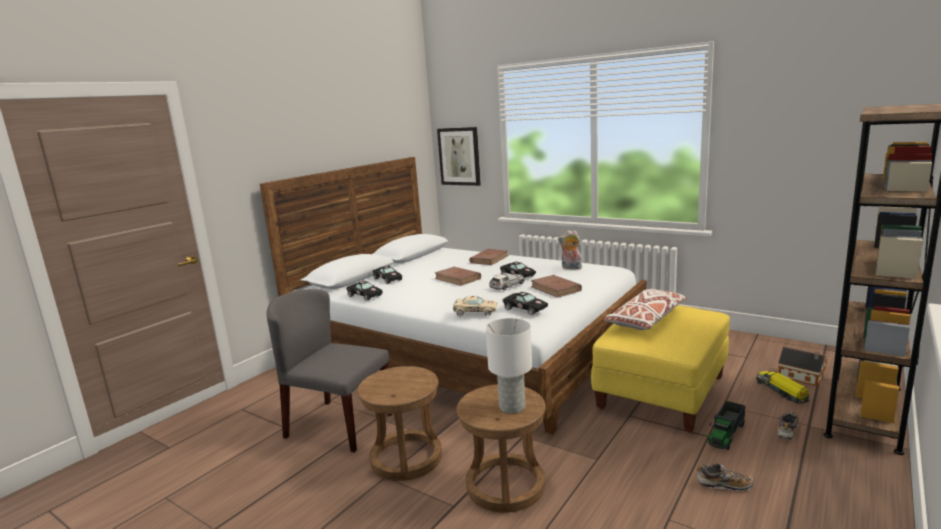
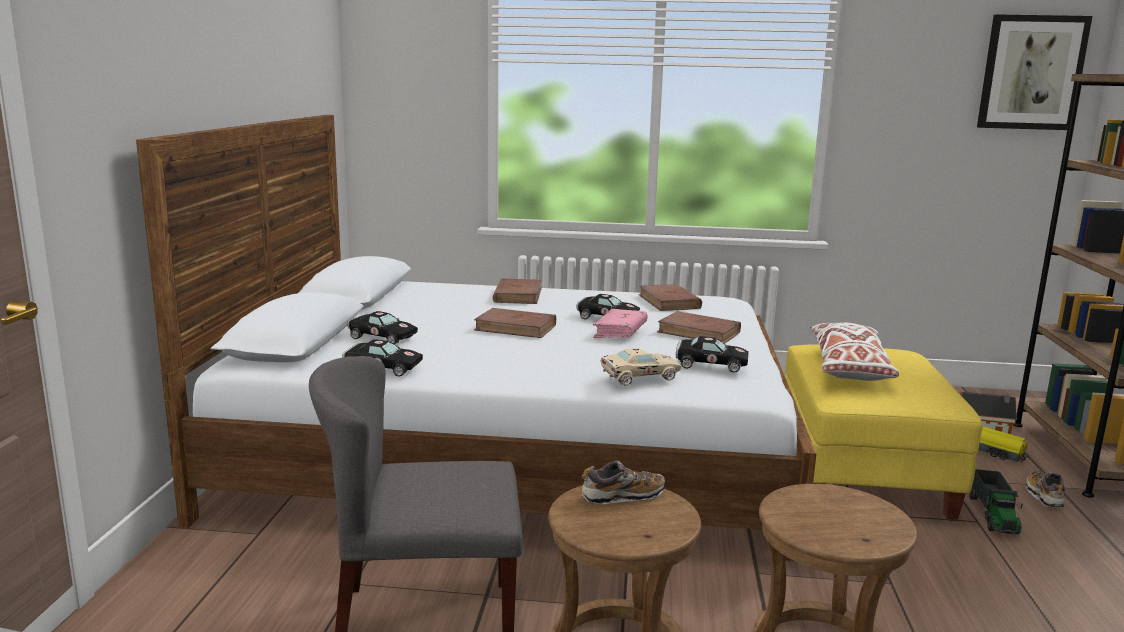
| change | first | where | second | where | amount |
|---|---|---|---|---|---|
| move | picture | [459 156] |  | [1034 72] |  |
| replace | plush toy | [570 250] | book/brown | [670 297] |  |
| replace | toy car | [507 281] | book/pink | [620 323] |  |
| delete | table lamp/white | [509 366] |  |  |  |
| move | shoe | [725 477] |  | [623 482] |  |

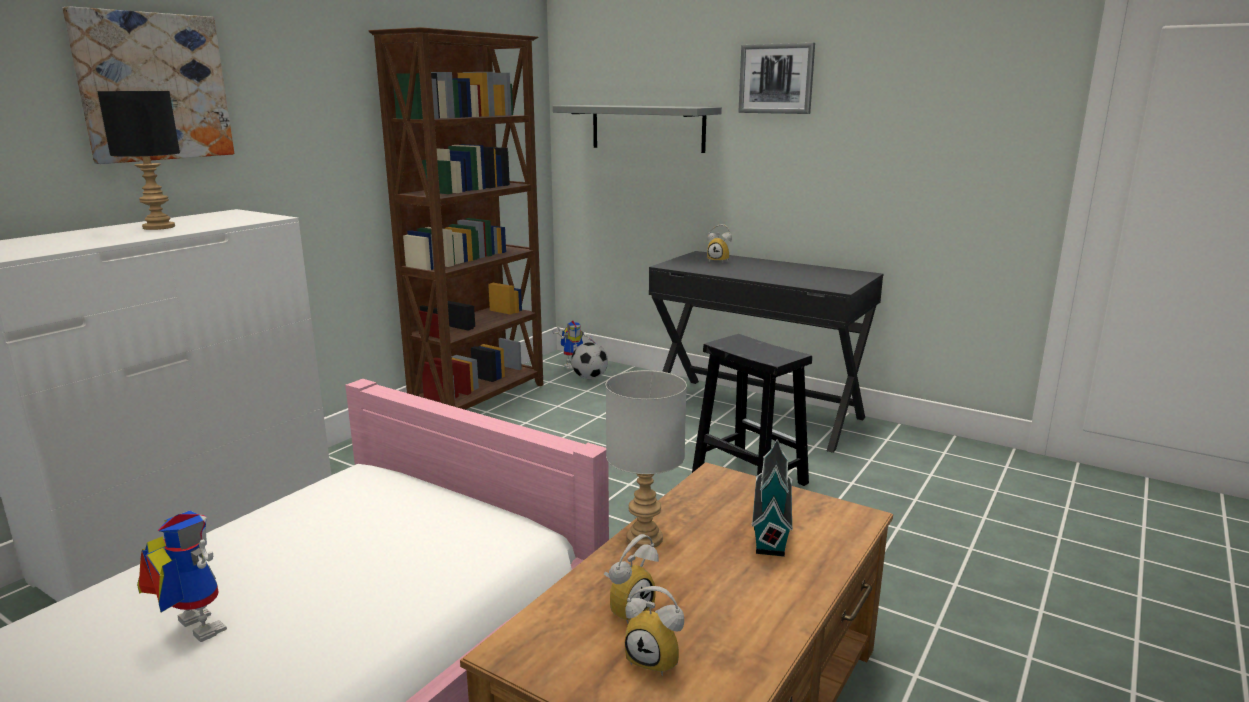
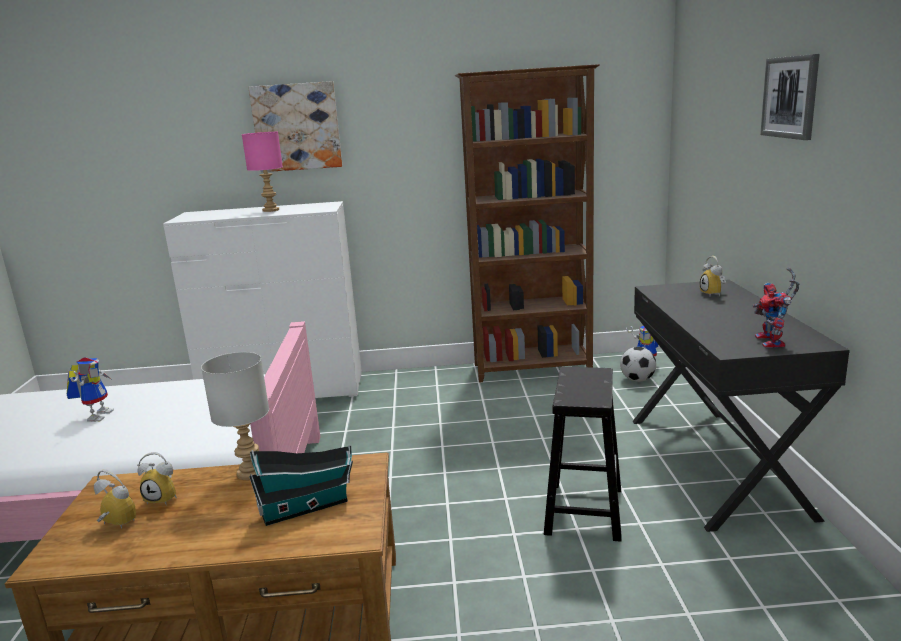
| change | first | where | second | where | amount |
|---|---|---|---|---|---|
| recolor | table lamp/black | [138 160] | table lamp/pink | [262 172] |  |
| delete | shelf/grey | [637 129] |  |  |  |
| rotate | alarm clock | [654 631] |  | [115 499] | 120 degrees clockwise |
| insert |  |  | toy robot | [775 307] |  |

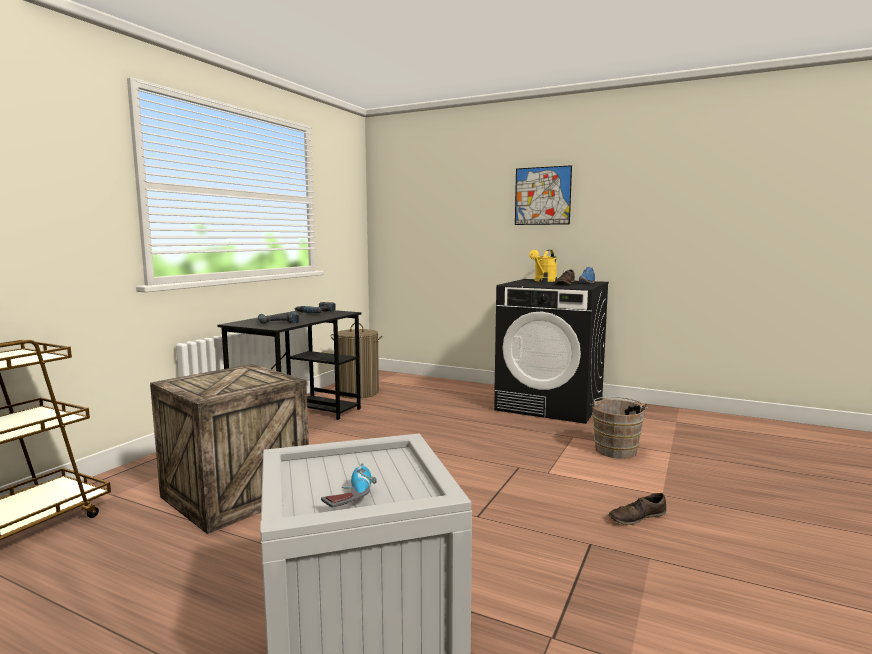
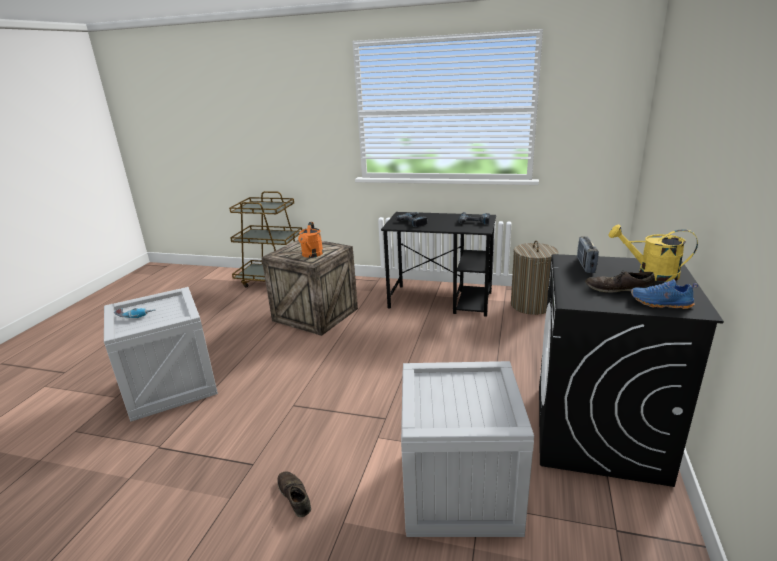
| change | first | where | second | where | amount |
|---|---|---|---|---|---|
| delete | picture | [543 195] |  |  |  |
| replace | bucket/brown | [619 428] | crate | [467 449] |  |
| insert |  |  | watering can/orange | [311 240] |  |
| insert |  |  | radio | [588 254] |  |

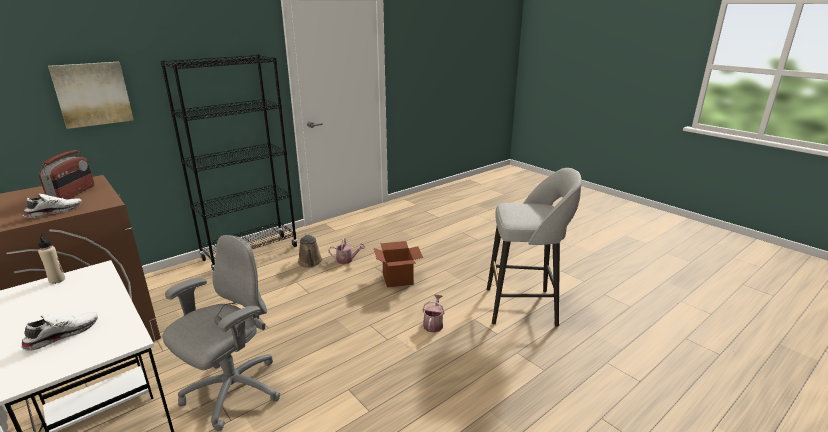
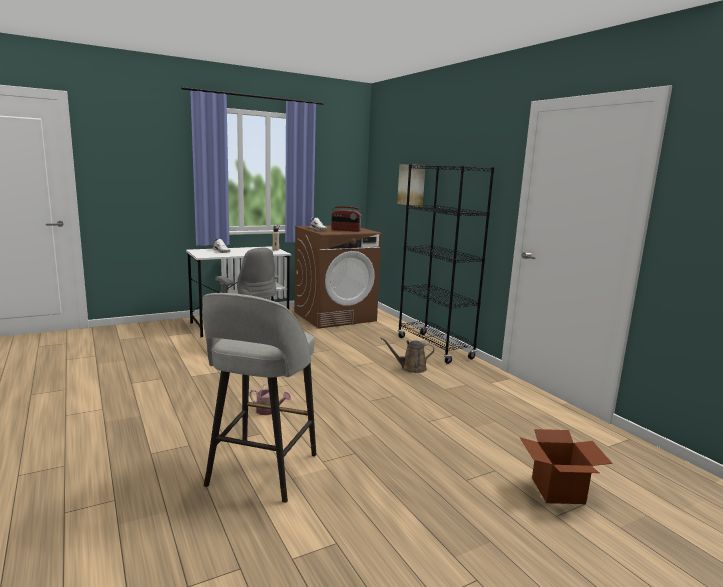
| change | first | where | second | where | amount |
|---|---|---|---|---|---|
| delete | watering can | [347 251] |  |  |  |
| move | cardboard box | [398 264] |  | [566 466] |  |

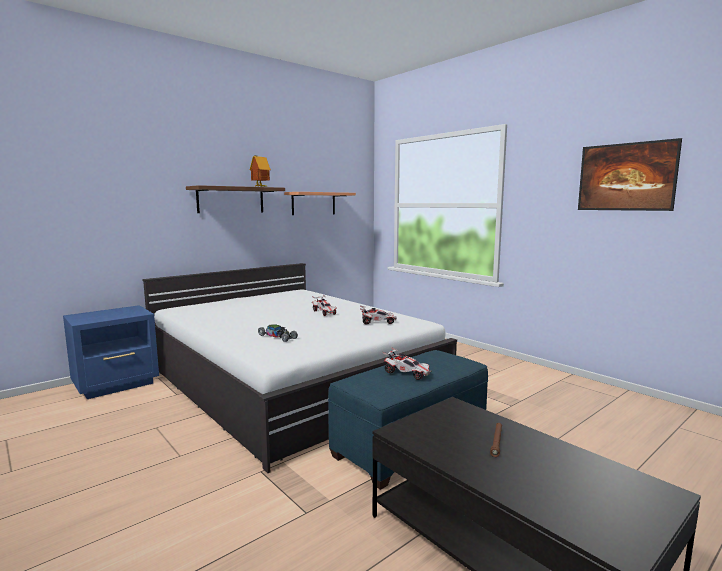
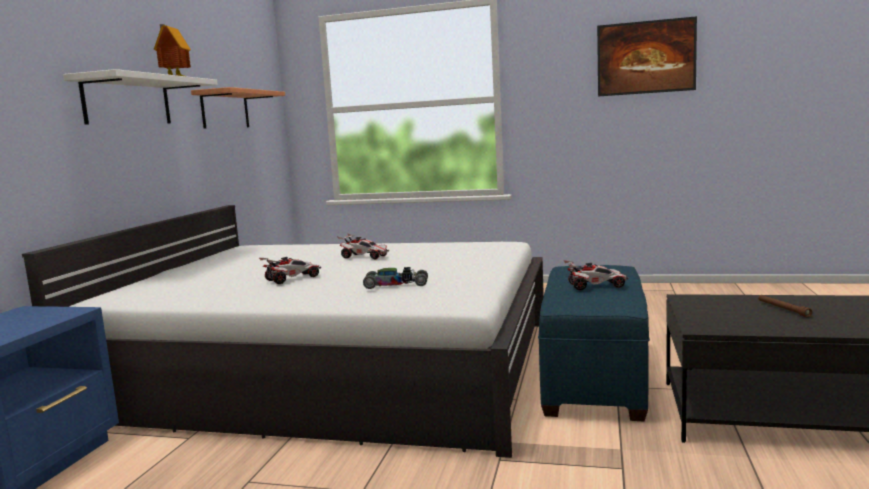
| change | first | where | second | where | amount |
|---|---|---|---|---|---|
| recolor | shelf/brown | [235 199] | shelf/white | [140 97] |  |
| move | toy car | [378 314] |  | [290 270] |  |

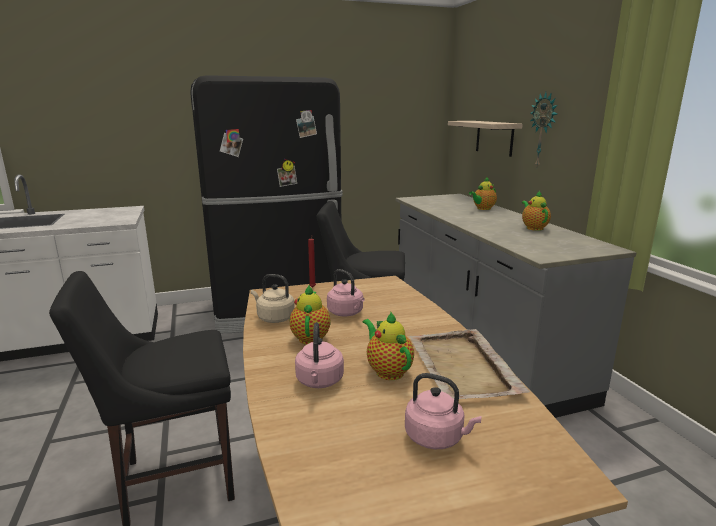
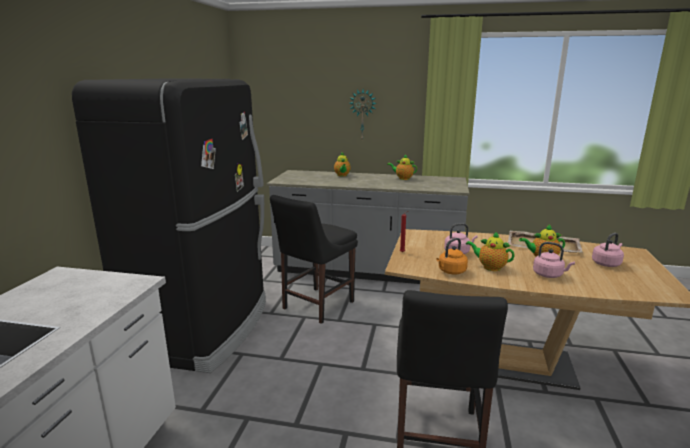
| change | first | where | second | where | amount |
|---|---|---|---|---|---|
| delete | shelf | [485 139] |  |  |  |
| recolor | kettle/beige | [273 298] | kettle/orange | [452 256] |  |

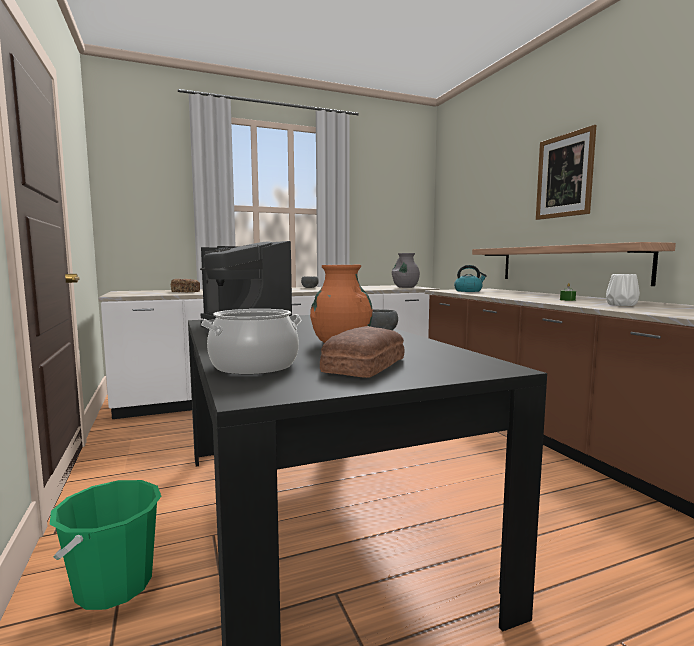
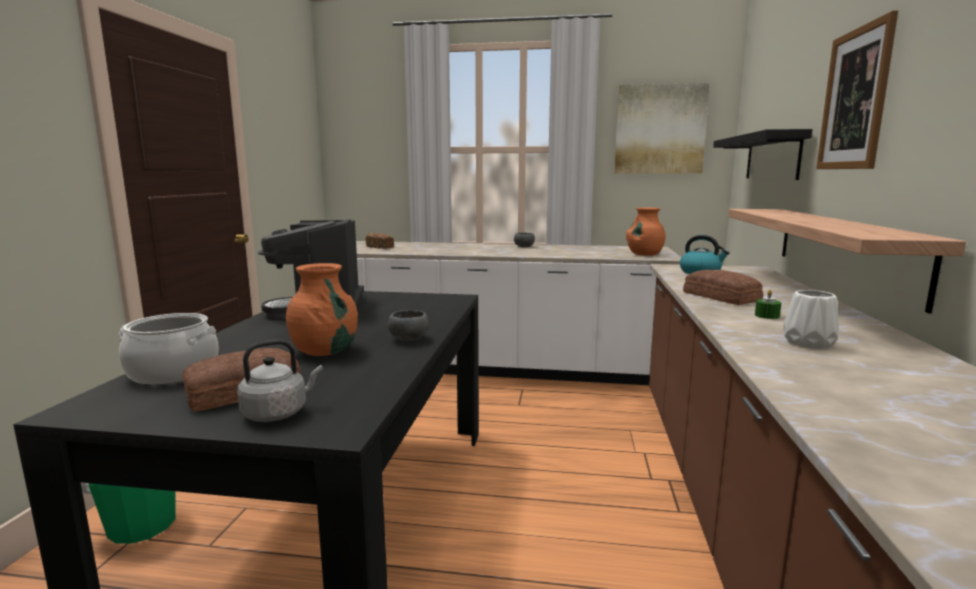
| change | first | where | second | where | amount |
|---|---|---|---|---|---|
| recolor | vase/grey | [406 270] | vase/orange | [645 231] |  |
| insert |  |  | picture | [662 128] |  |
| insert |  |  | shelf/black | [762 154] |  |
| insert |  |  | bread | [723 287] |  |
| insert |  |  | kettle/grey | [280 380] |  |

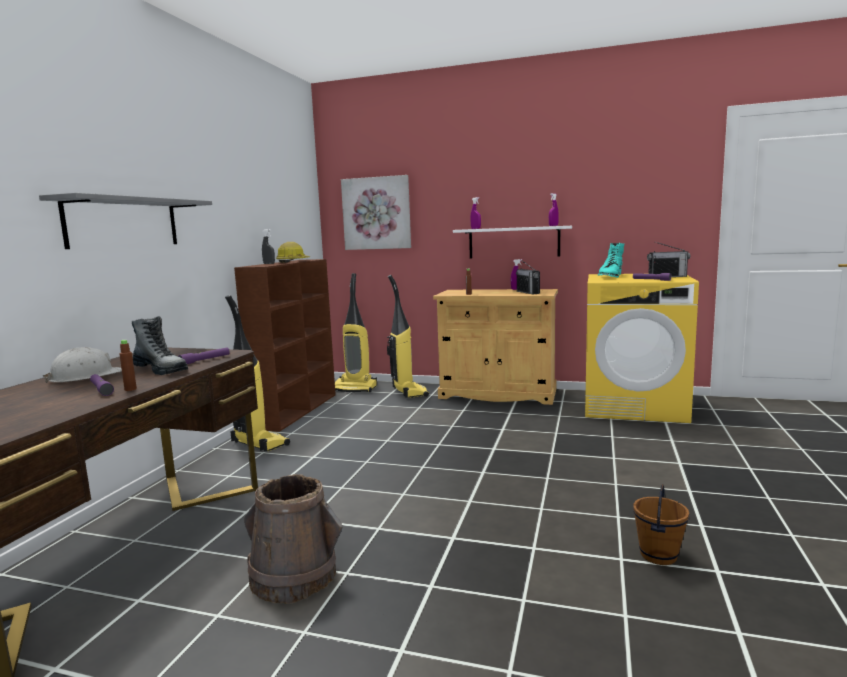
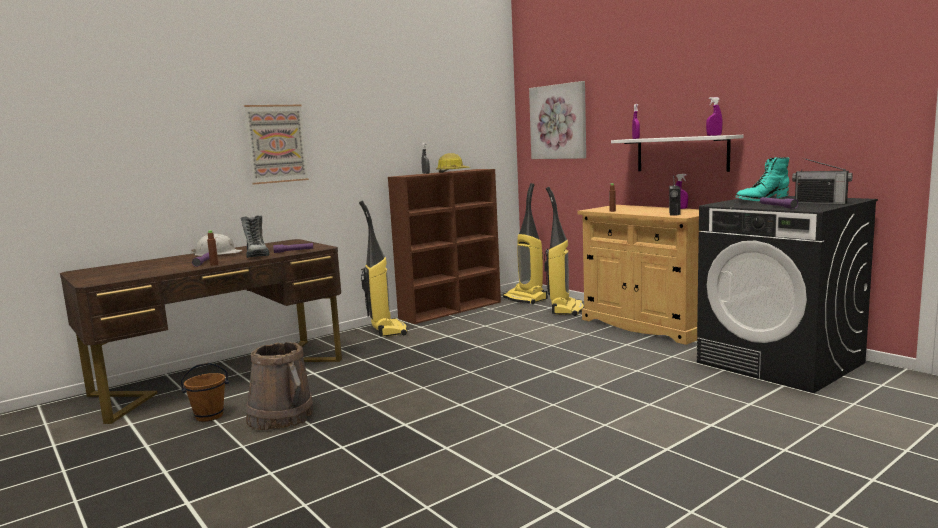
| change | first | where | second | where | amount |
|---|---|---|---|---|---|
| replace | shelf/grey | [125 221] | picture | [276 144] |  |
| recolor | washing machine/yellow | [642 348] | washing machine/black | [787 294] |  |
| move | bucket/brown | [661 524] |  | [204 392] |  |

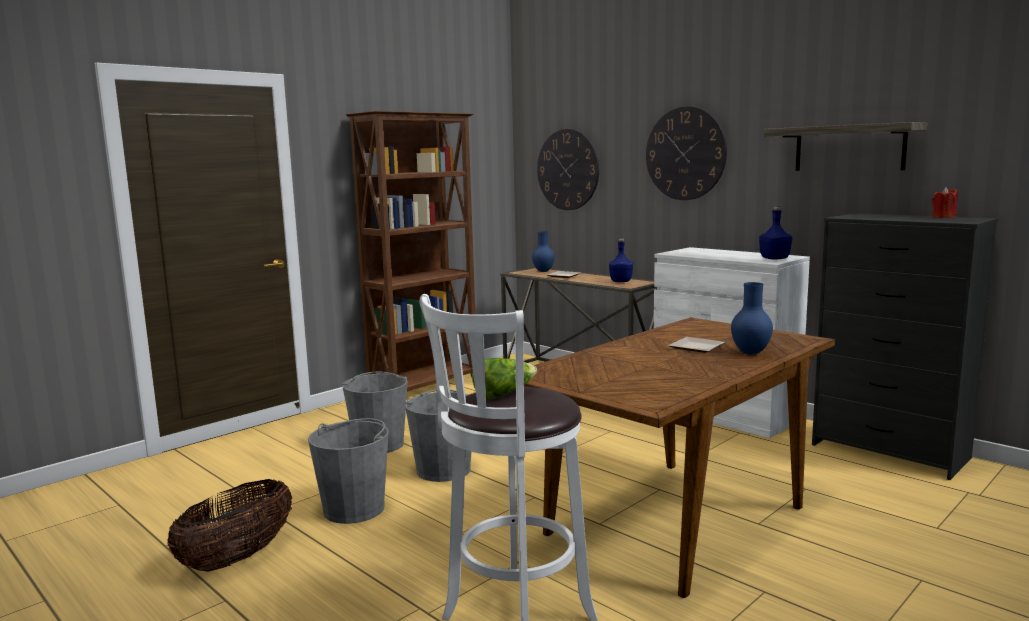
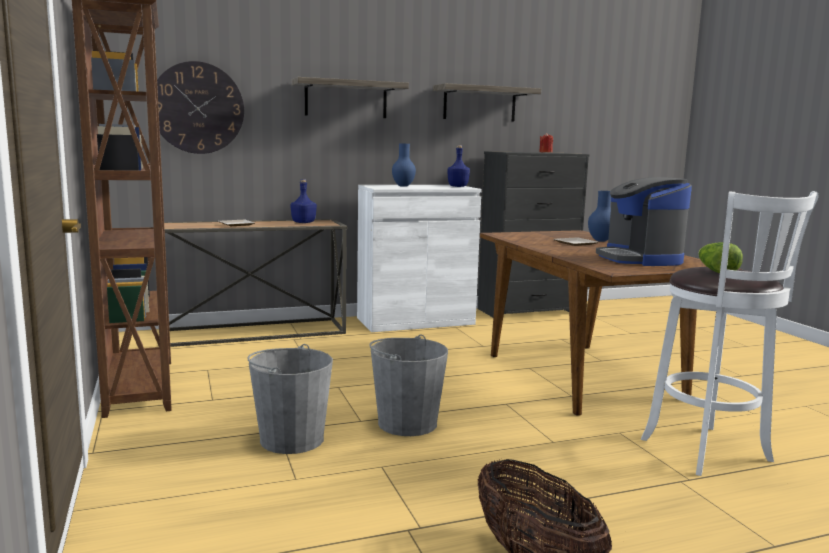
| change | first | where | second | where | amount |
|---|---|---|---|---|---|
| replace | wall clock | [686 153] | shelf | [350 97] |  |
| move | vase/blue | [543 251] |  | [404 165] |  |
| delete | bucket/grey | [348 471] |  |  |  |
| insert |  |  | coffee machine | [644 221] |  |

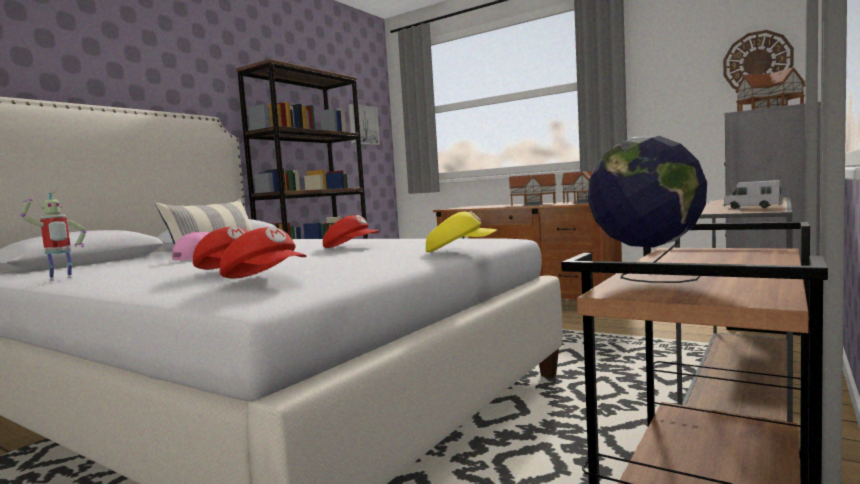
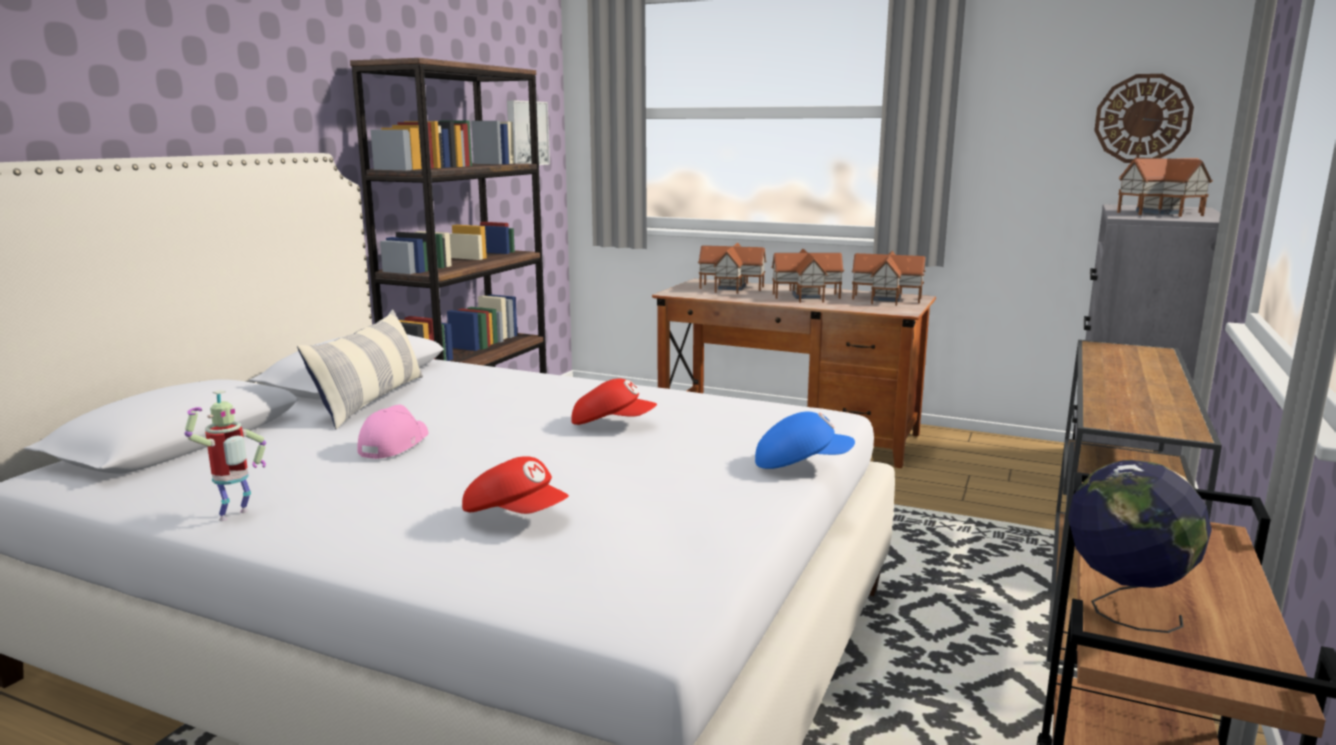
| change | first | where | second | where | amount |
|---|---|---|---|---|---|
| delete | toy truck | [752 194] |  |  |  |
| recolor | cap/yellow | [461 231] | cap/blue | [805 440] |  |
| delete | cap/red | [263 253] |  |  |  |
| insert |  |  | toy house | [732 268] |  |

